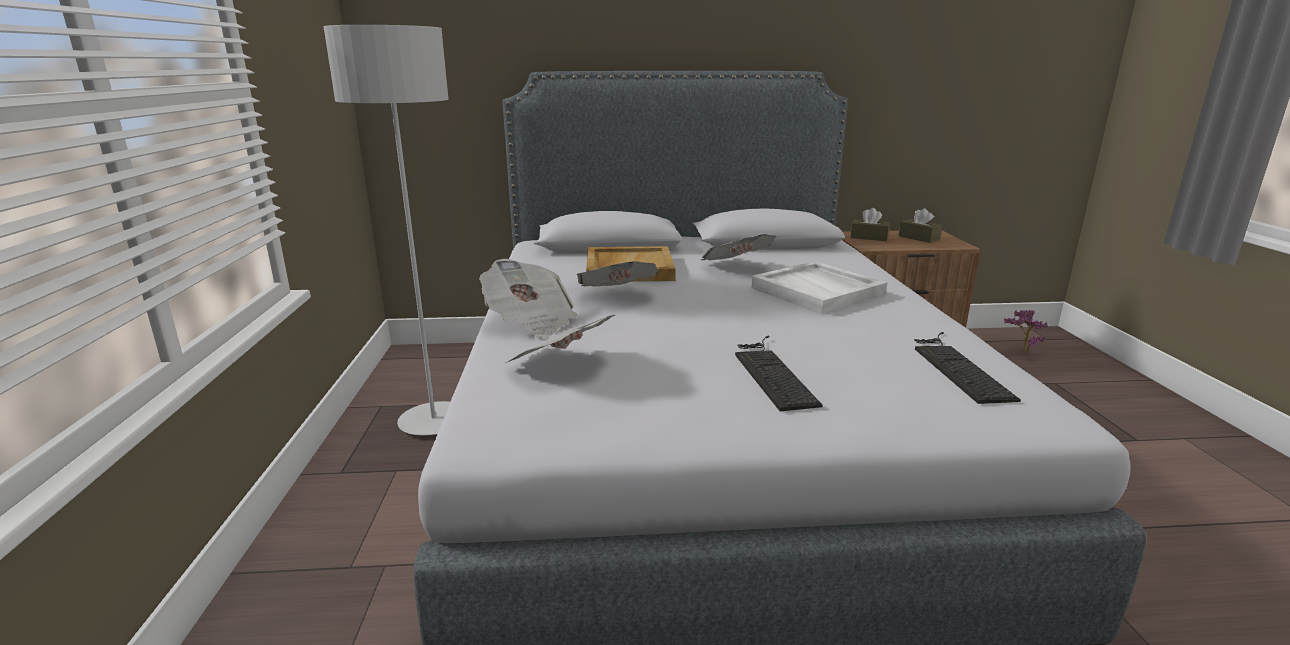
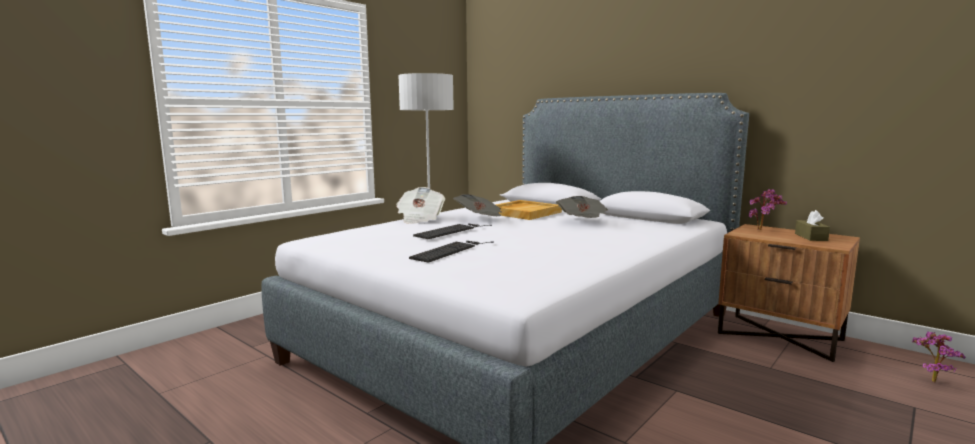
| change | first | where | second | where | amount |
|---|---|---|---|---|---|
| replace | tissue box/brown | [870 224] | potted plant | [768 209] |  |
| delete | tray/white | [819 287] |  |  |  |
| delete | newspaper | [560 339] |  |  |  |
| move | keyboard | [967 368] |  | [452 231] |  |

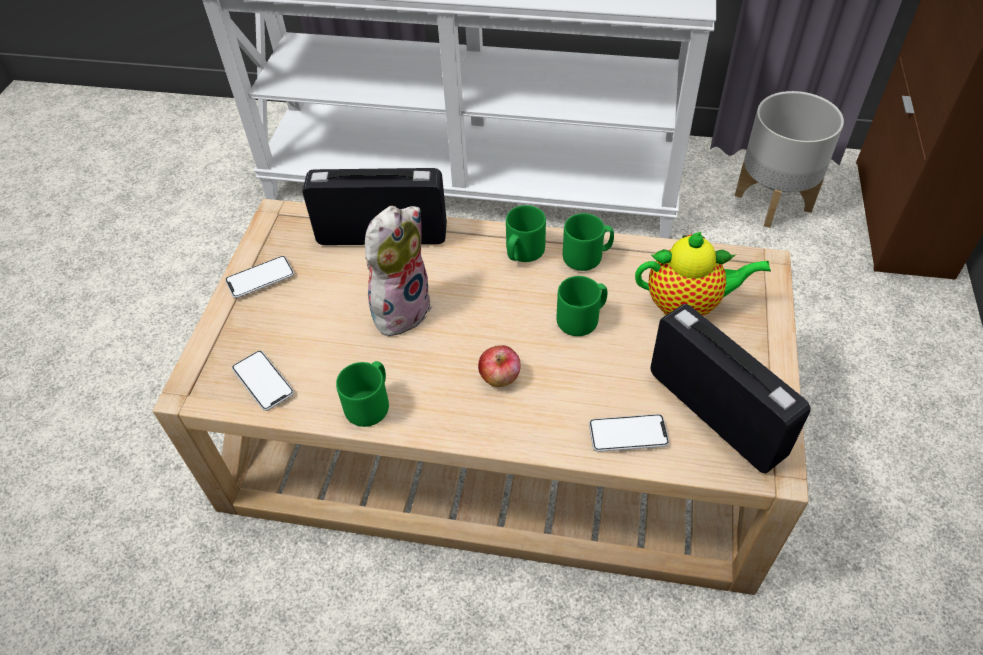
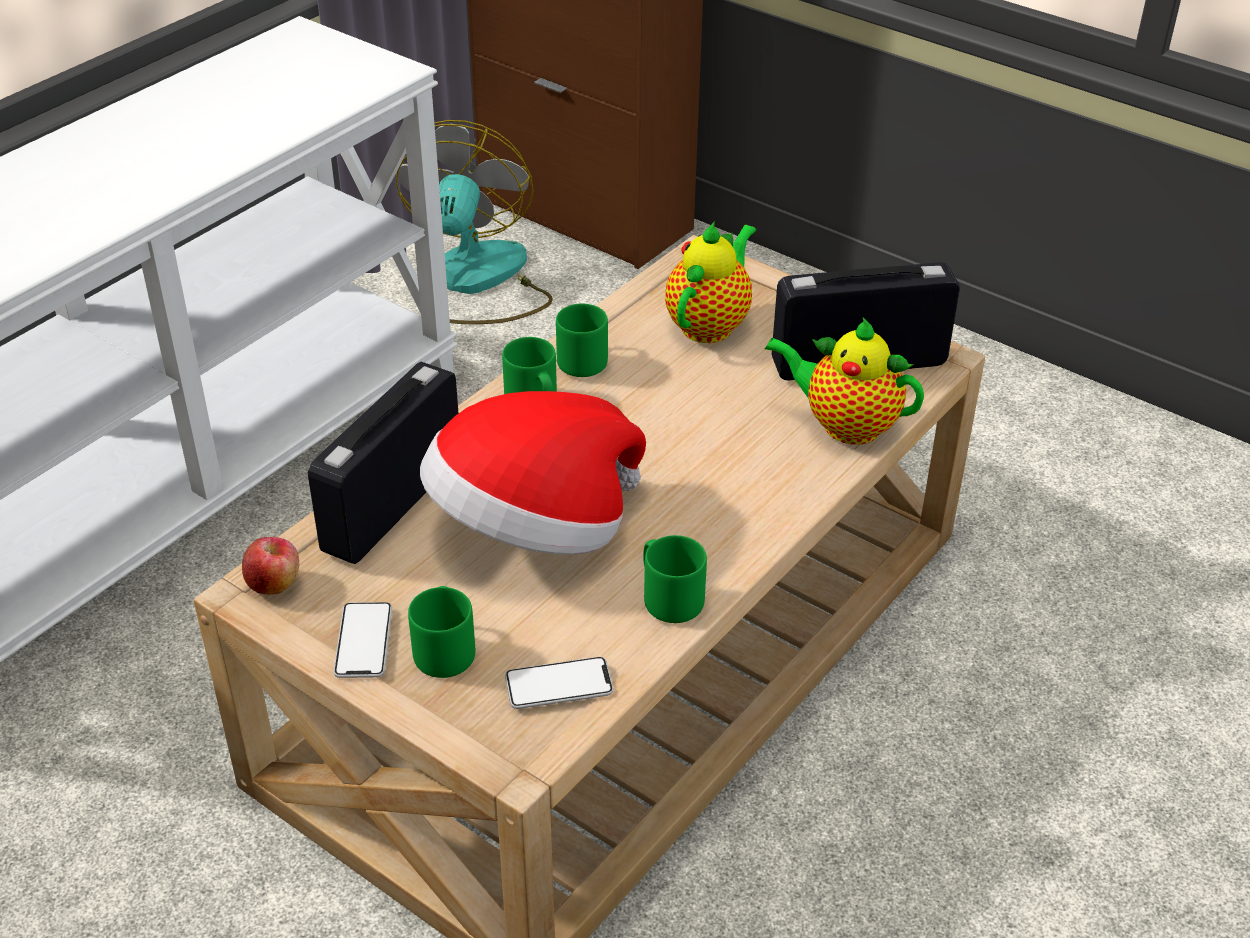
| change | first | where | second | where | amount |
|---|---|---|---|---|---|
| replace | planter/grey | [789 159] | fan | [474 222] |  |
| replace | plush toy | [398 272] | hat | [533 473] |  |
| move | mug/green | [582 306] |  | [441 632] |  |
| move | apple | [499 366] |  | [270 566] |  |
| replace | phone | [629 433] | teapot | [844 381] |  |

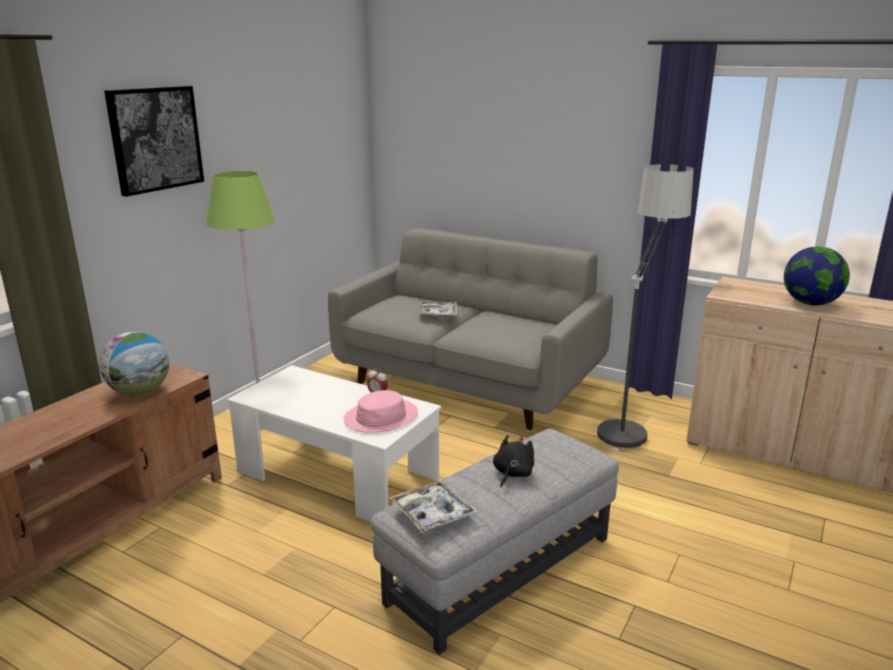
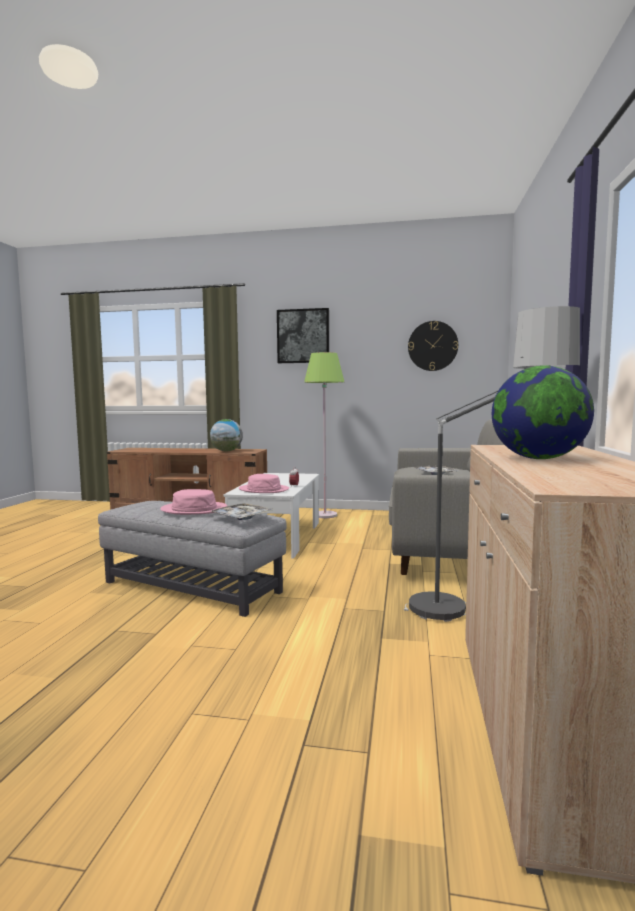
| change | first | where | second | where | amount |
|---|---|---|---|---|---|
| replace | plush toy/black | [513 461] | hat/pink | [194 502] |  |
| move | tray | [433 507] |  | [242 511] |  |
| insert |  |  | wall clock | [433 346] |  |

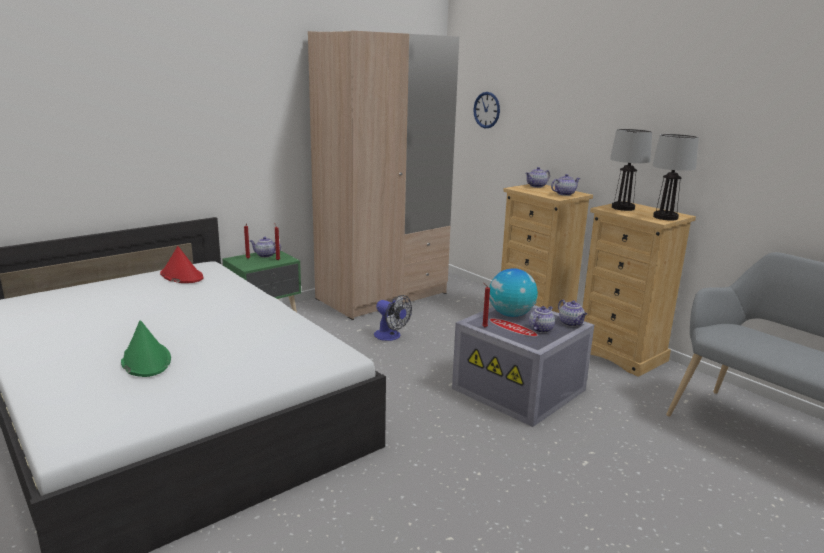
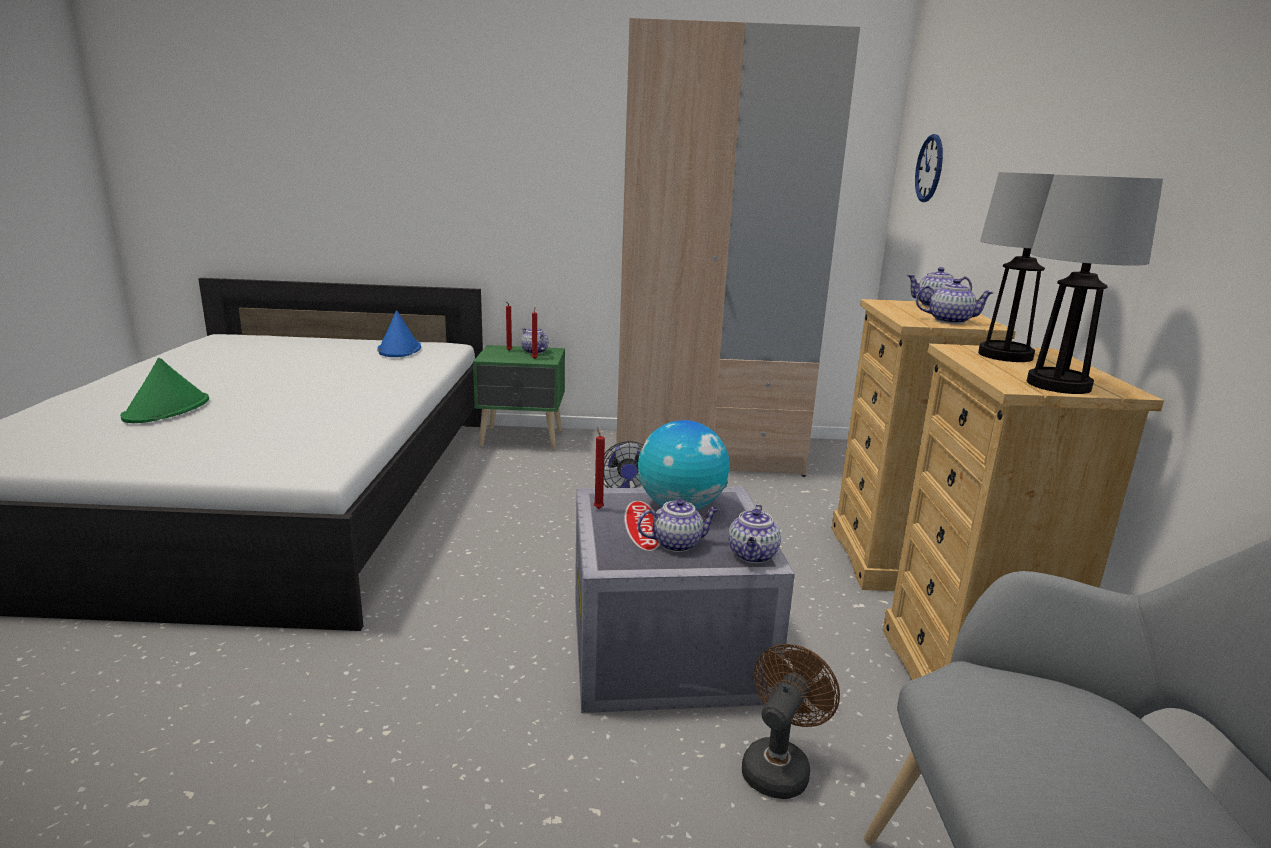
| change | first | where | second | where | amount |
|---|---|---|---|---|---|
| recolor | hat/red | [182 264] | hat/blue | [399 333] |  |
| insert |  |  | fan/brown | [791 721] |  |

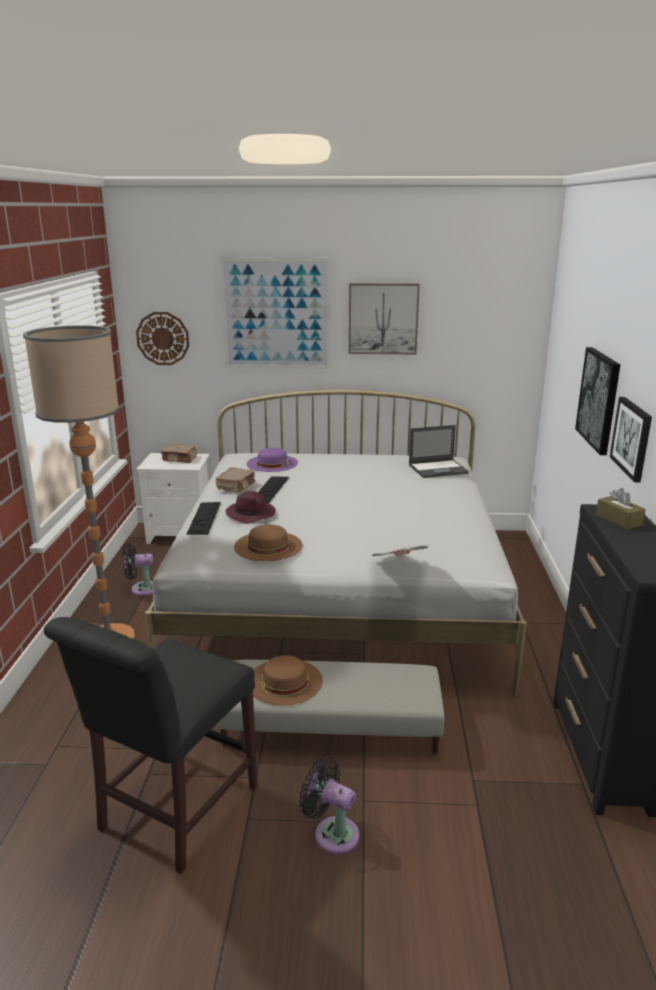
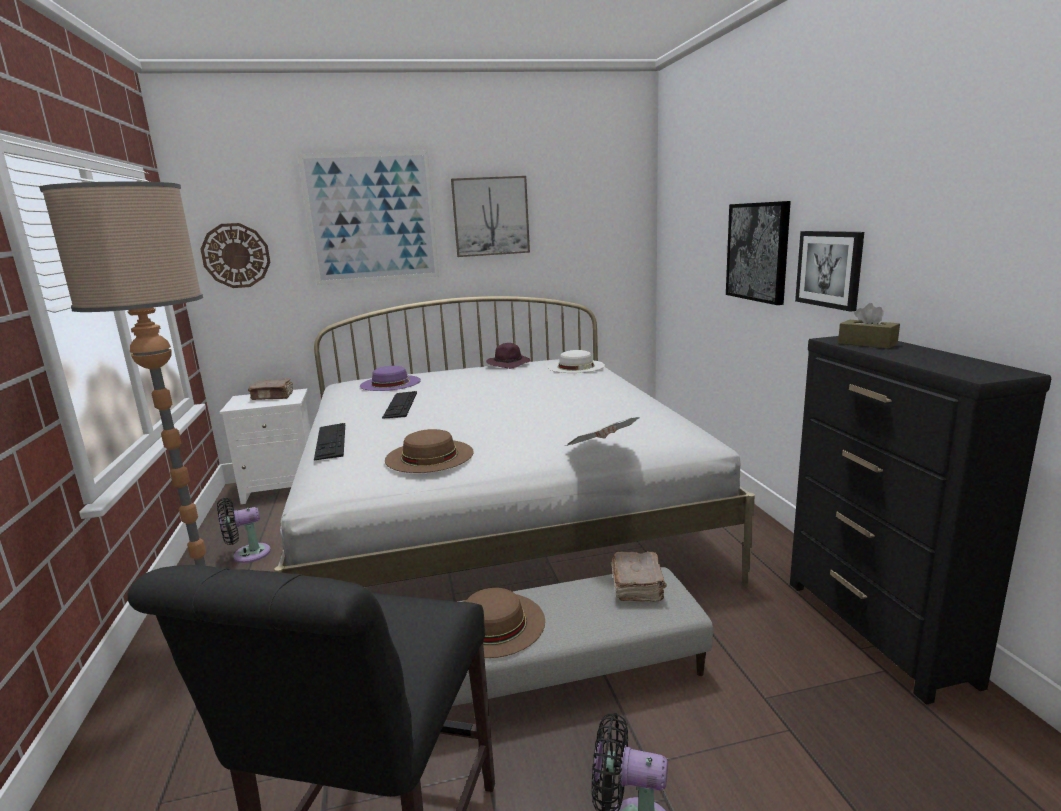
| change | first | where | second | where | amount |
|---|---|---|---|---|---|
| replace | laptop | [439 451] | hat/white | [576 361] |  |
| move | book/brown | [235 479] |  | [638 576] |  |
| move | hat/purple | [251 507] |  | [508 356] |  |

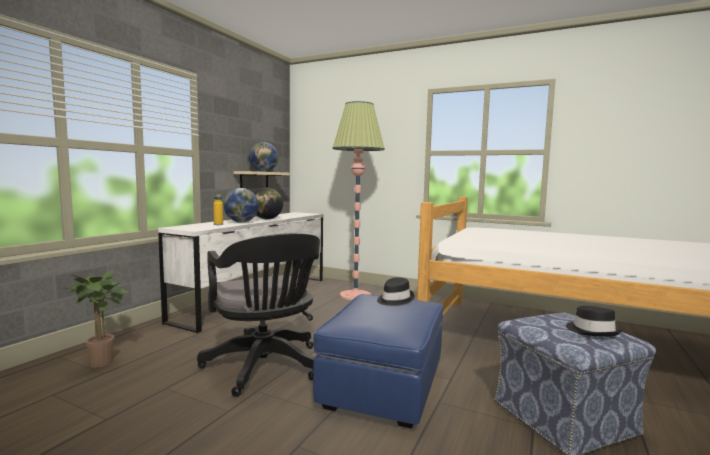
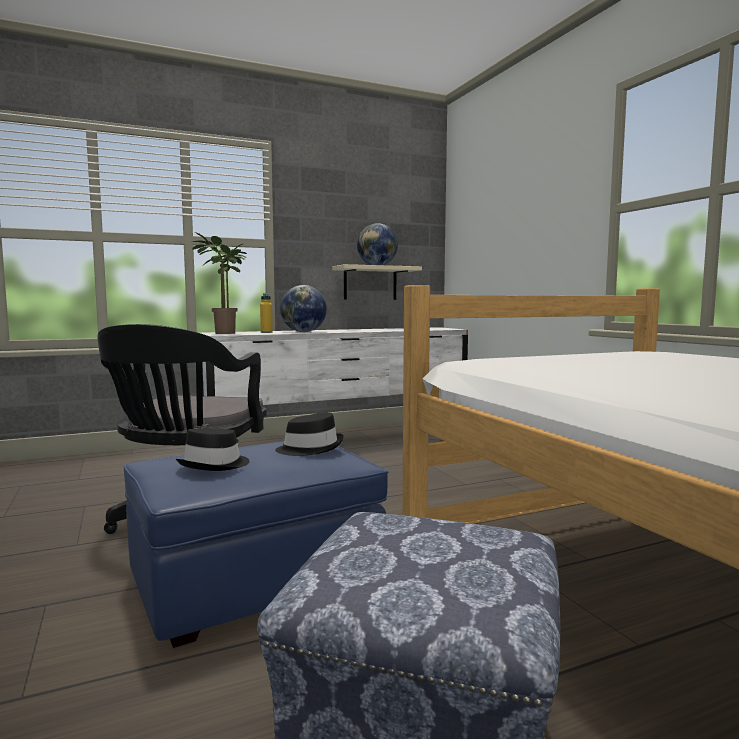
| change | first | where | second | where | amount |
|---|---|---|---|---|---|
| delete | floor lamp | [359 200] |  |  |  |
| delete | globe | [268 203] |  |  |  |
| move | potted plant | [96 318] |  | [219 283] |  |
| move | hat/black | [594 321] |  | [213 449] |  |

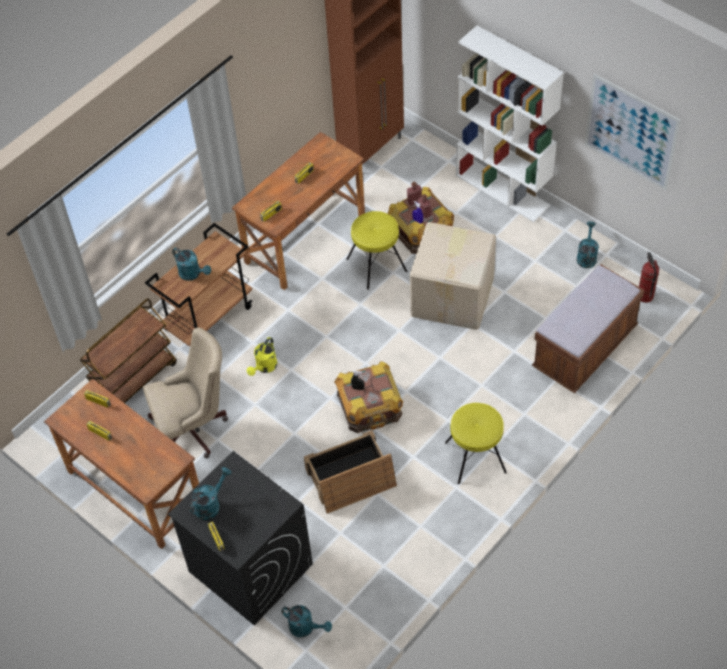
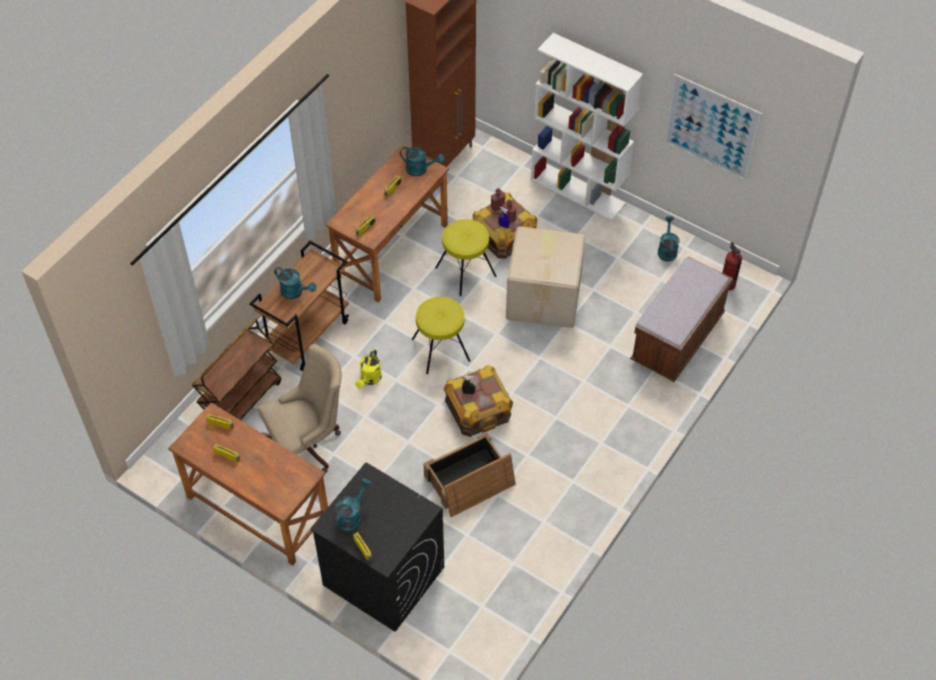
| change | first | where | second | where | amount |
|---|---|---|---|---|---|
| move | stool/yellow | [476 443] |  | [441 335] |  |
| move | watering can/turquoise | [306 621] |  | [422 161] |  |

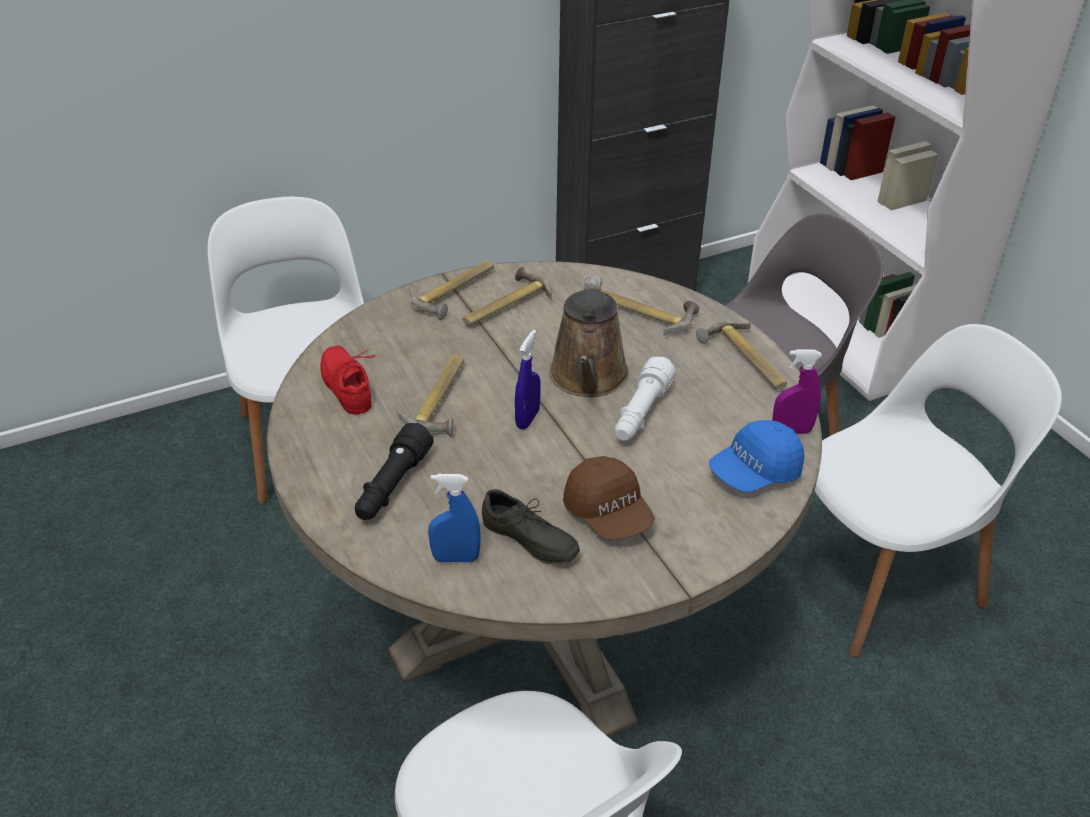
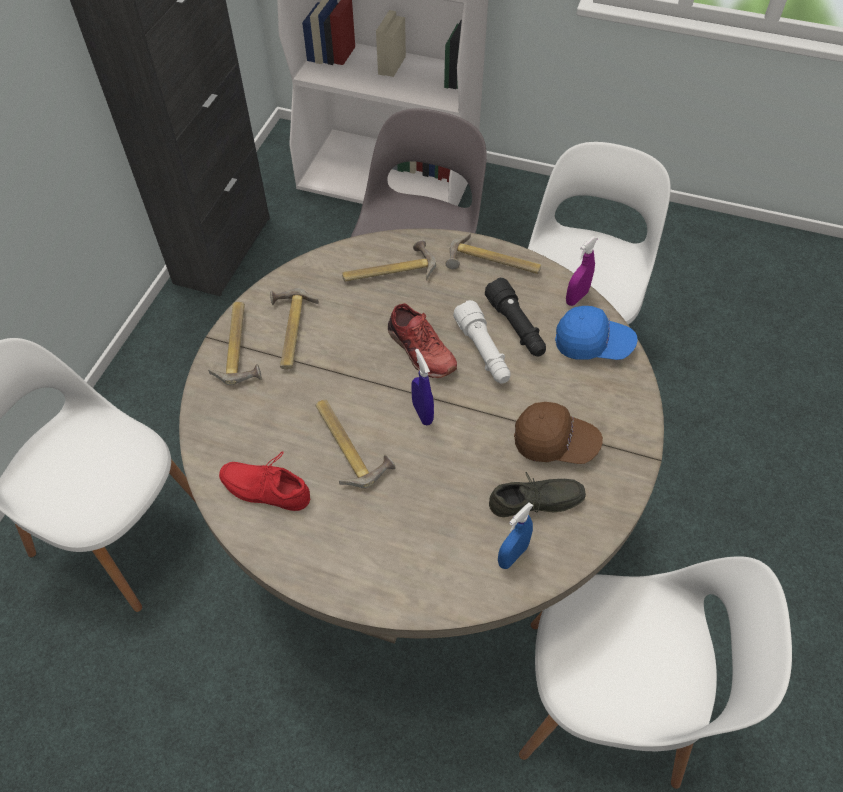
| change | first | where | second | where | amount |
|---|---|---|---|---|---|
| replace | watering can/brown | [589 336] | shoe/red | [422 340] |  |
| rotate | cap/blue | [756 456] |  | [596 333] | 90 degrees counterclockwise |
| move | flashlight/black | [394 471] |  | [515 317] |  |

